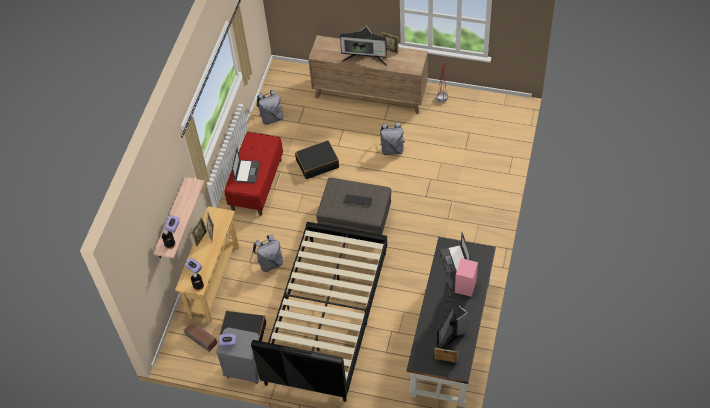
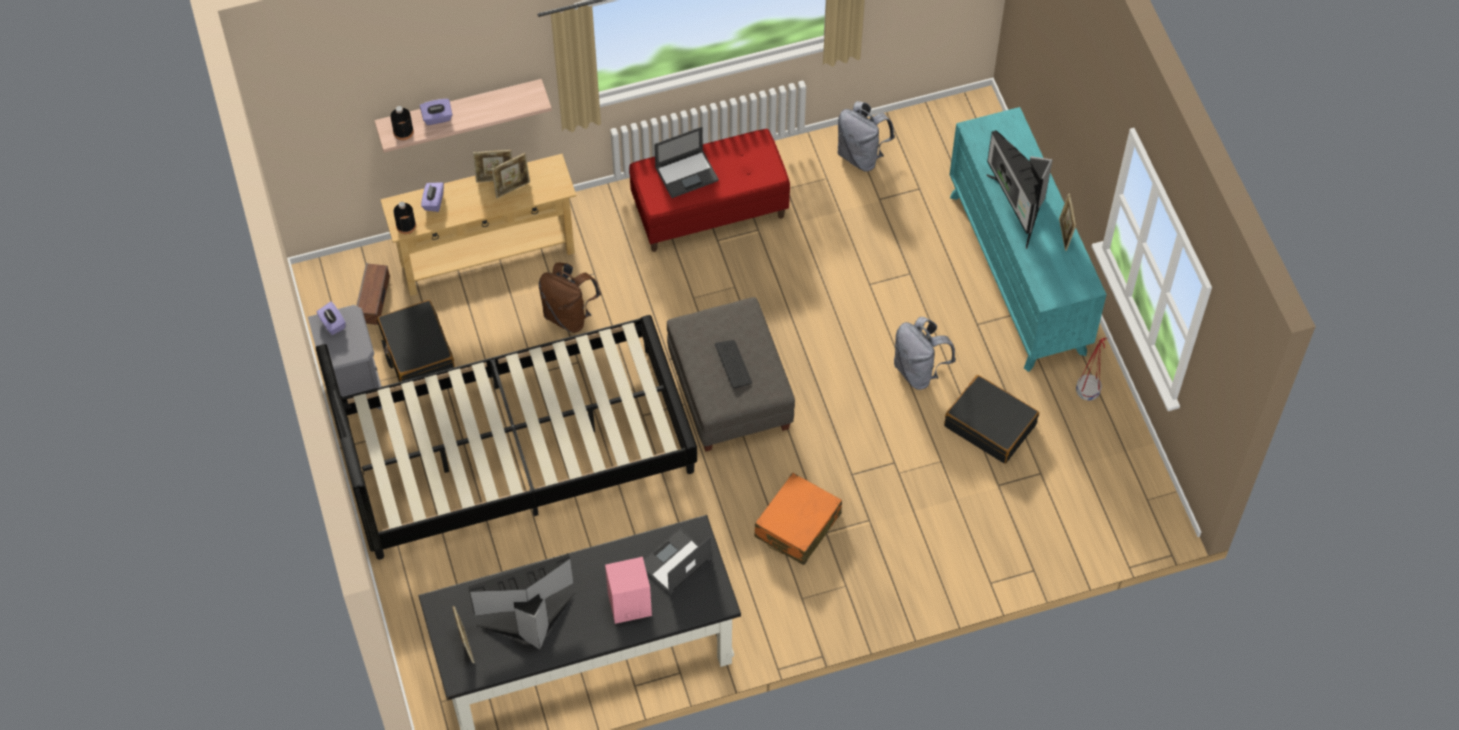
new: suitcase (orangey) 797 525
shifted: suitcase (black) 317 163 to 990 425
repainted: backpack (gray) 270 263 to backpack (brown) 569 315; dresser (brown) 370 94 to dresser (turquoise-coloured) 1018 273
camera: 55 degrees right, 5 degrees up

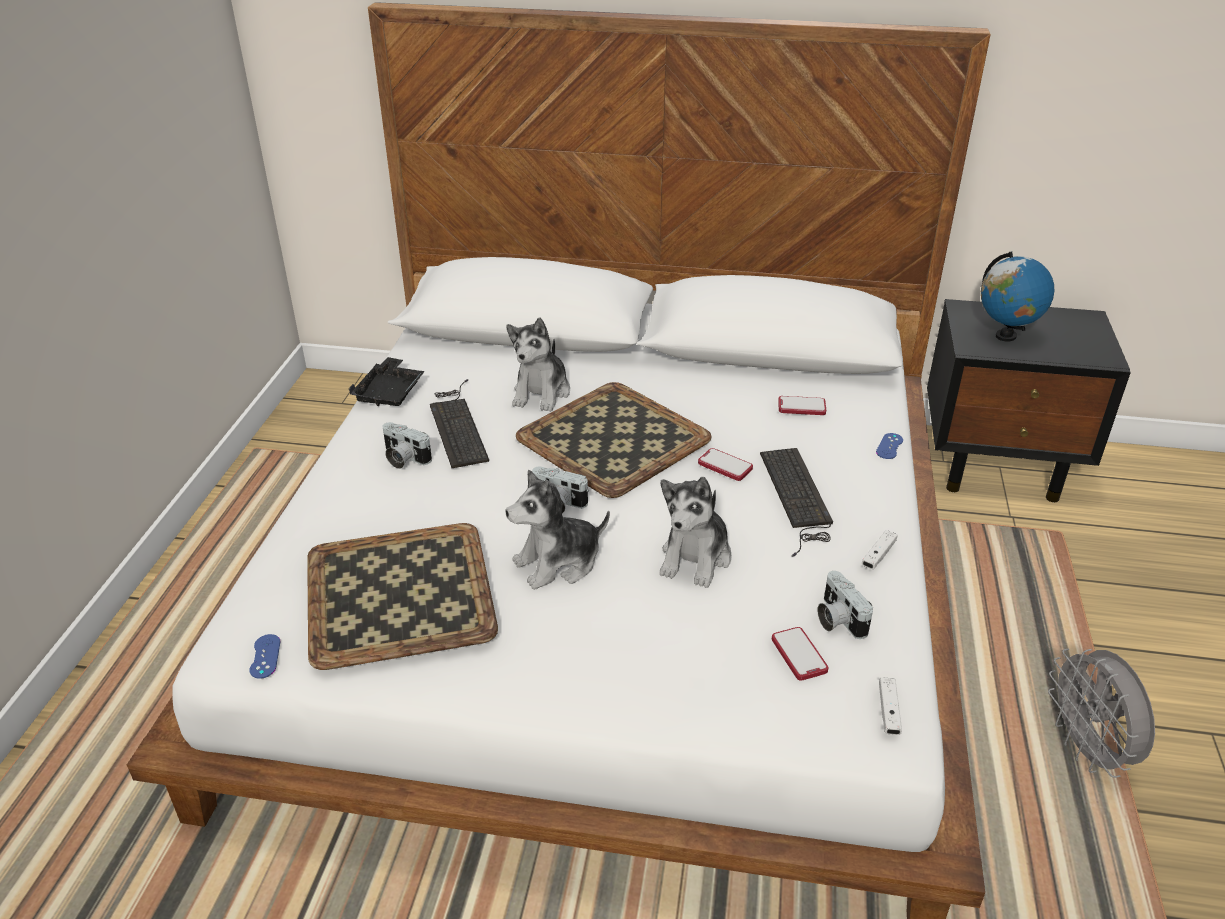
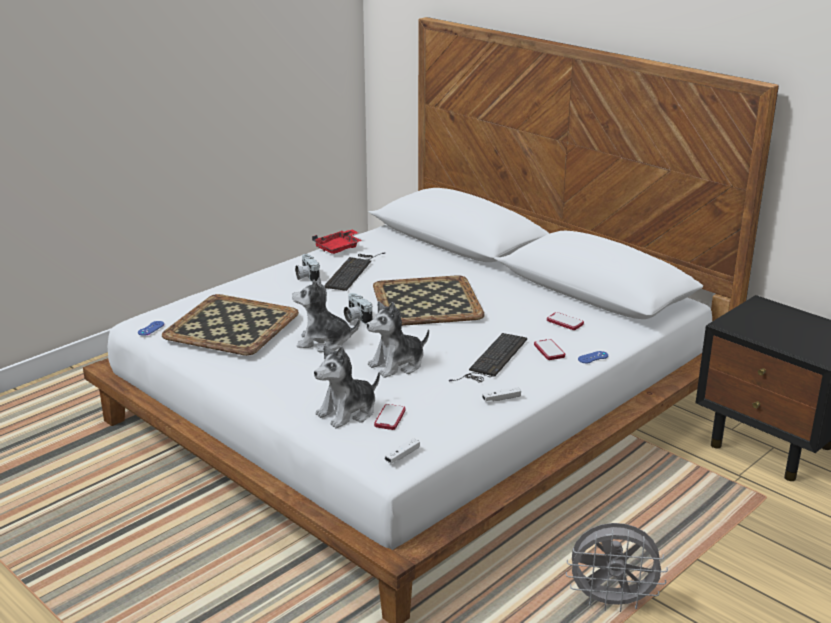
gone: photo camera 837 619; desk globe 1005 336
shifted: soft toy 542 393 to 348 412; handset 725 466 to 549 350
repainted: serving tray (black) 390 392 to serving tray (red-coloured) 339 248
rotated: cooling fan (gray) 1087 750 = 612 602 105 degrees counterclockwise
camera: 35 degrees right, 10 degrees down

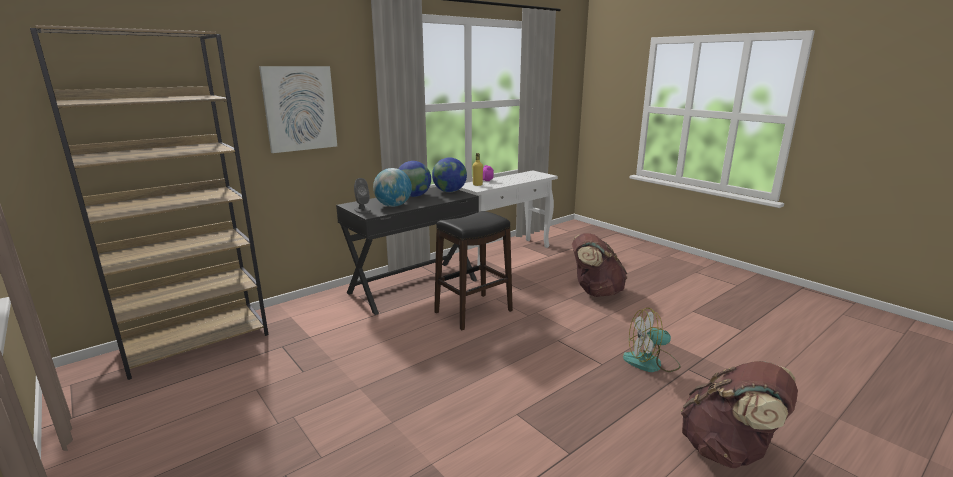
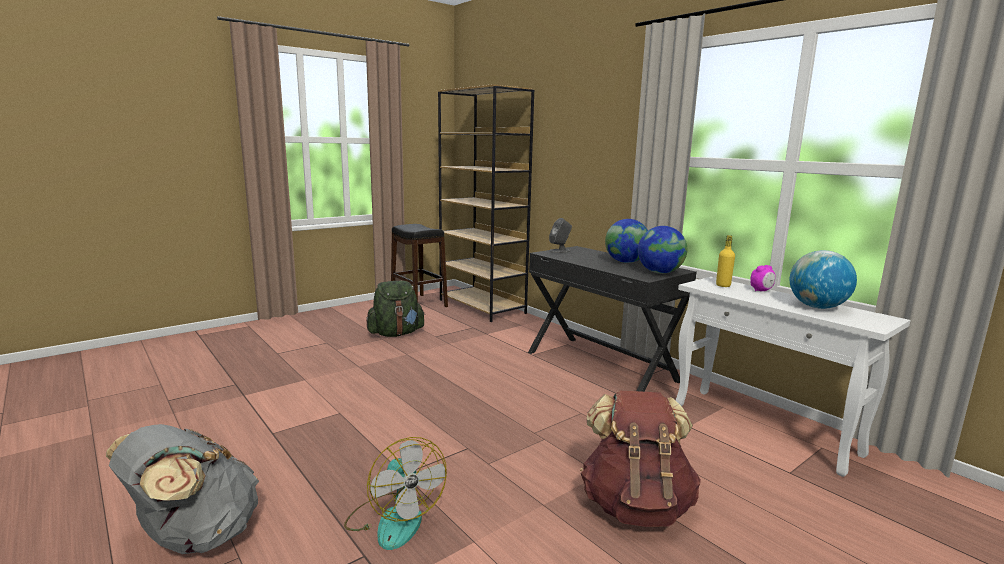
gone: picture 299 108
new: backpack (greenish) 396 334
shifted: desk globe 393 206 to 817 307; stool (black) 473 311 to 418 303
repainted: backpack (brown) 728 450 to backpack (gray) 195 537
rotated: cooling fan 651 362 = 394 519 150 degrees clockwise
camera: 90 degrees right, 5 degrees down

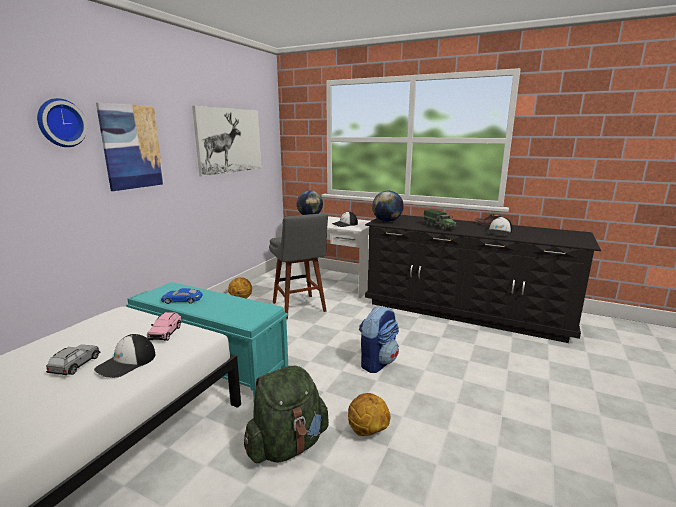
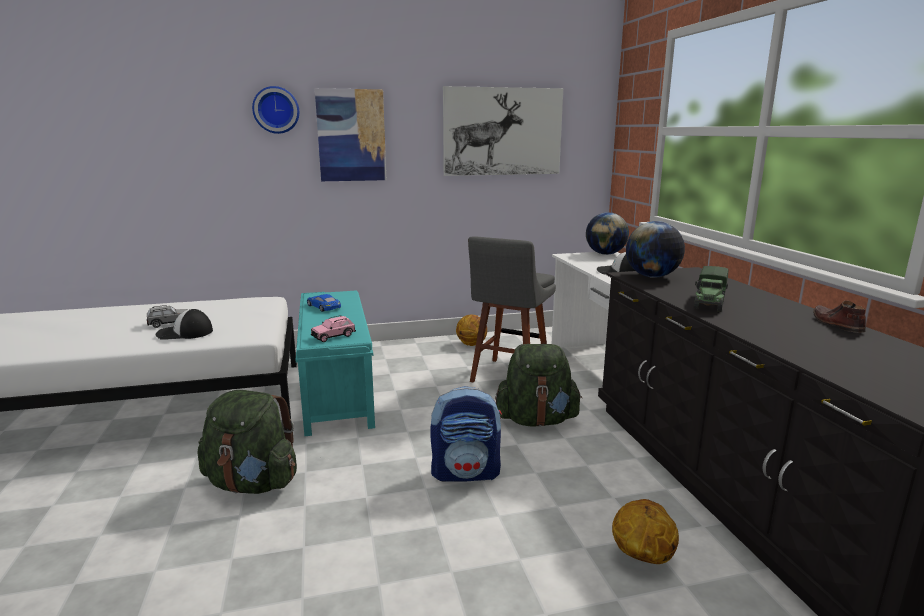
gone: peaked cap 499 233
new: backpack (greenish) 536 420
shifted: toy car (pink) 165 333 to 333 336; ball for basketball 367 431 to 641 556
camera: 50 degrees right, 0 degrees up

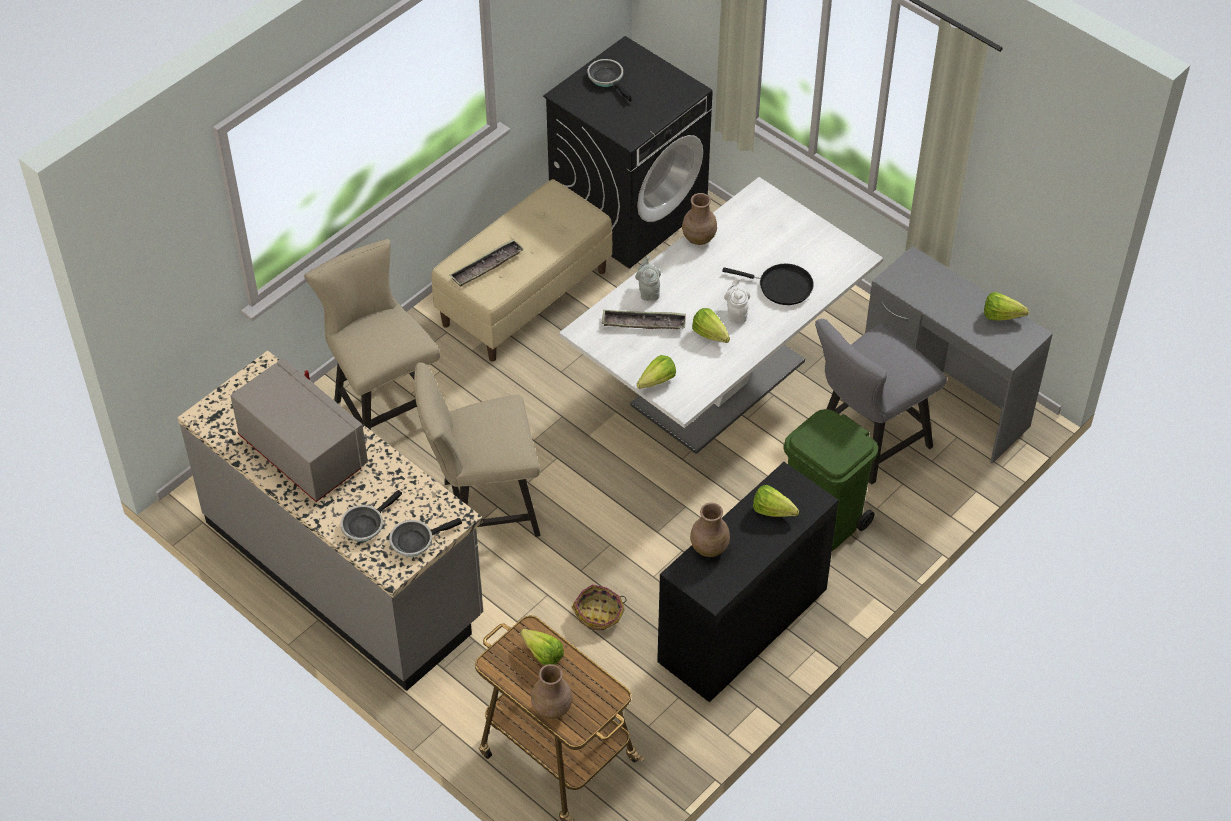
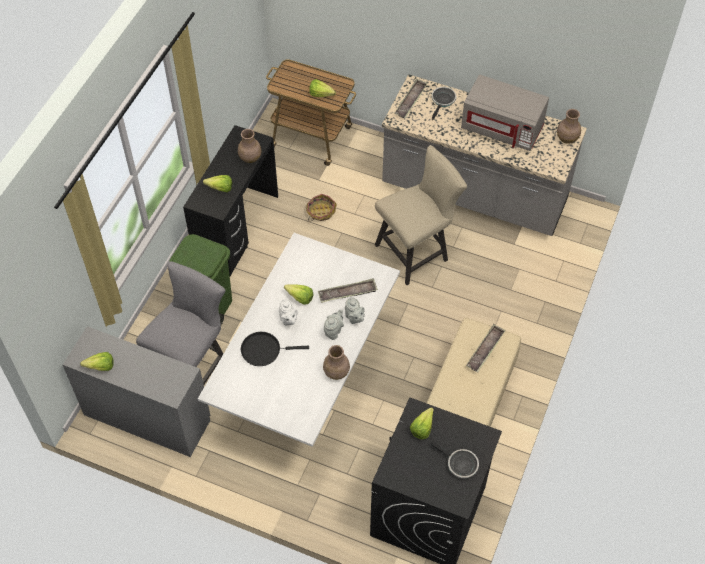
gone: upright chair (beige-coloured) 383 405
new: pot for tea (gray) 334 331
shifted: vase (brown) 552 709 to 567 138; lettuce head 653 383 to 424 426
swapped: pan 415 541 to serving tray 411 101
camera: 160 degrees right, 5 degrees up

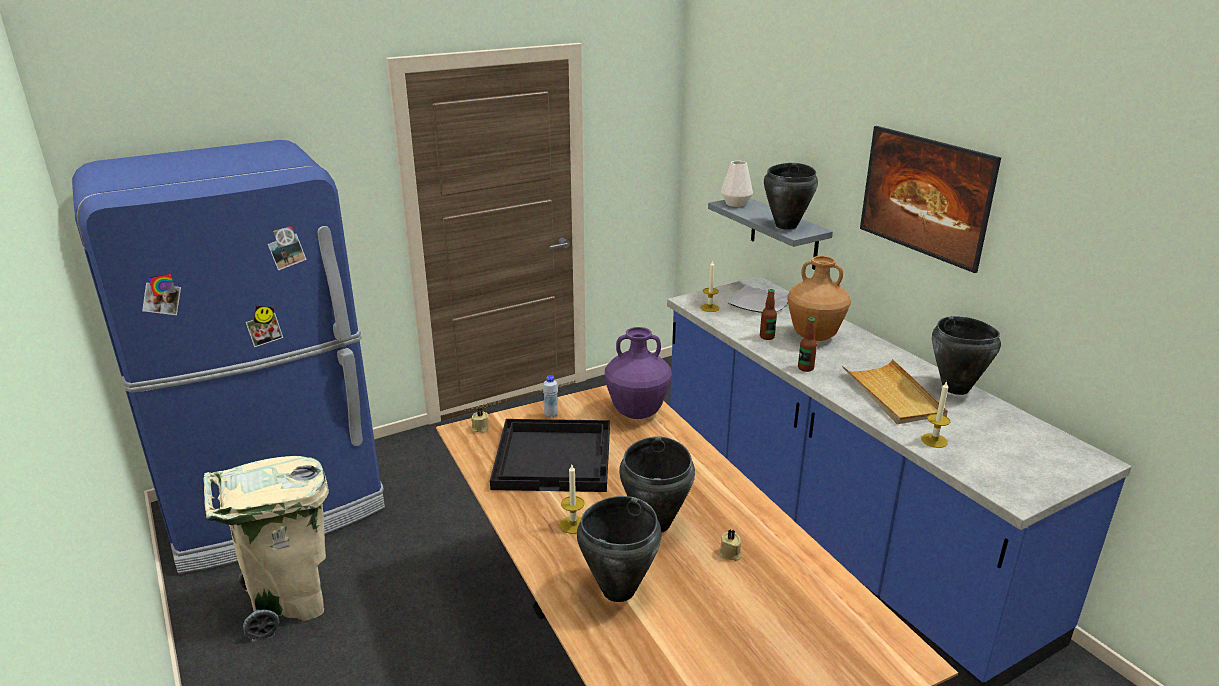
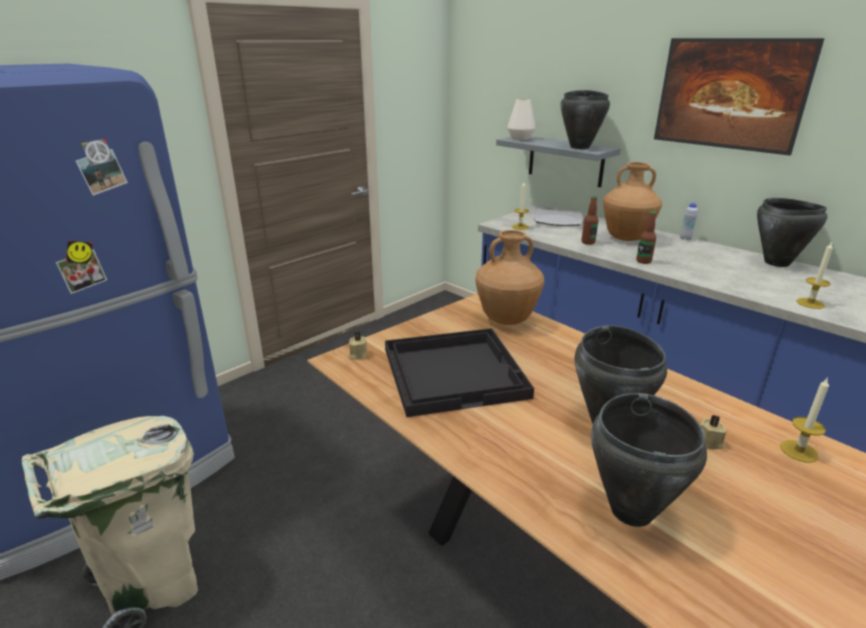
gone: serving tray (beige-coloured) 893 395
shifted: bottle (white-coloured) 551 415 to 685 238; candle 573 525 to 799 451
repainted: vase (purplish) 637 413 to vase (brown) 507 320
camera: 15 degrees left, 0 degrees up

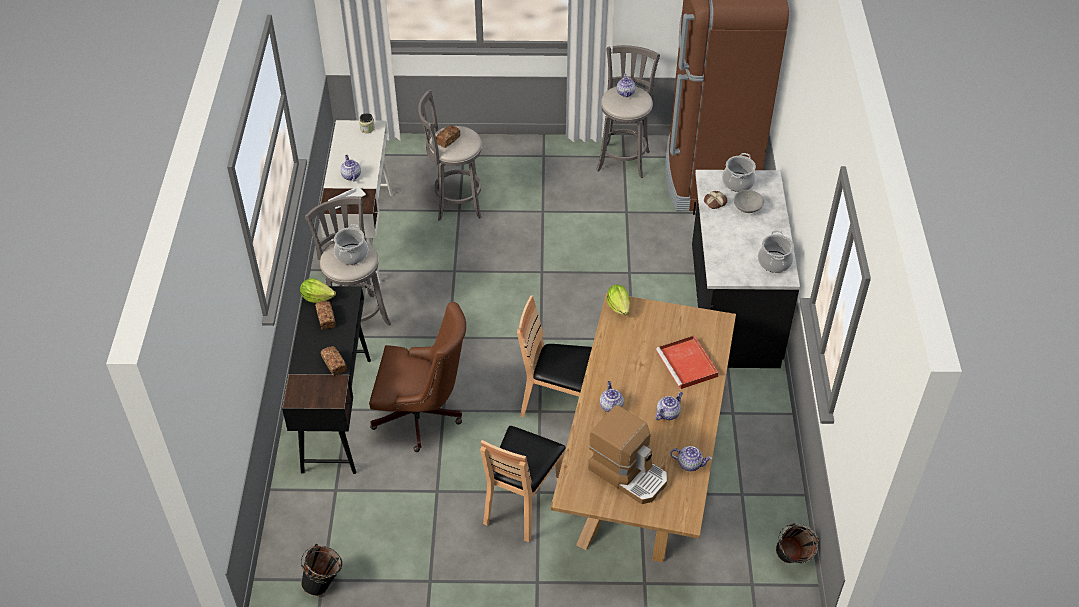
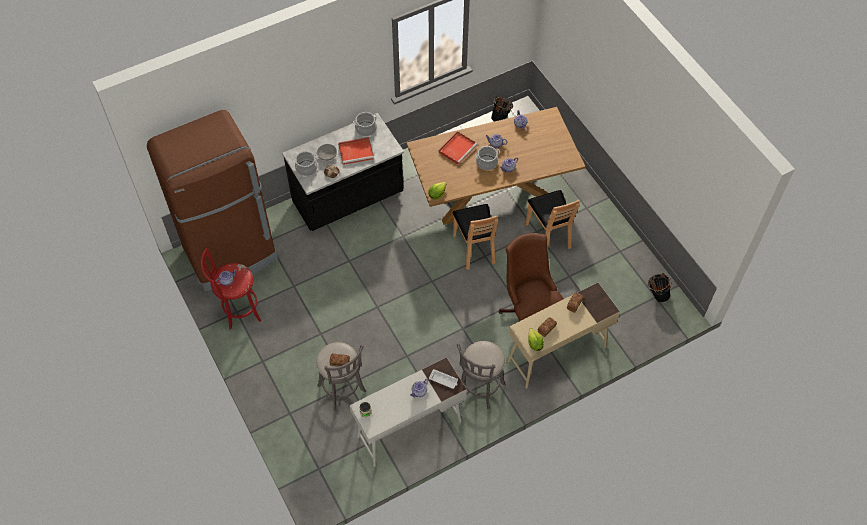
gone: coffee machine 629 473
new: serving tray (red-coloured) 356 151
shifted: saucepot 351 254 to 486 163
repainted: desk unit (black) 337 413 to desk unit (beige-coloured) 556 354; stool (gray) 623 158 to stool (red-coloured) 239 311
rotated: upright chair (brown) 522 504 = 549 235 75 degrees clockwise
camera: 120 degrees left, 10 degrees up

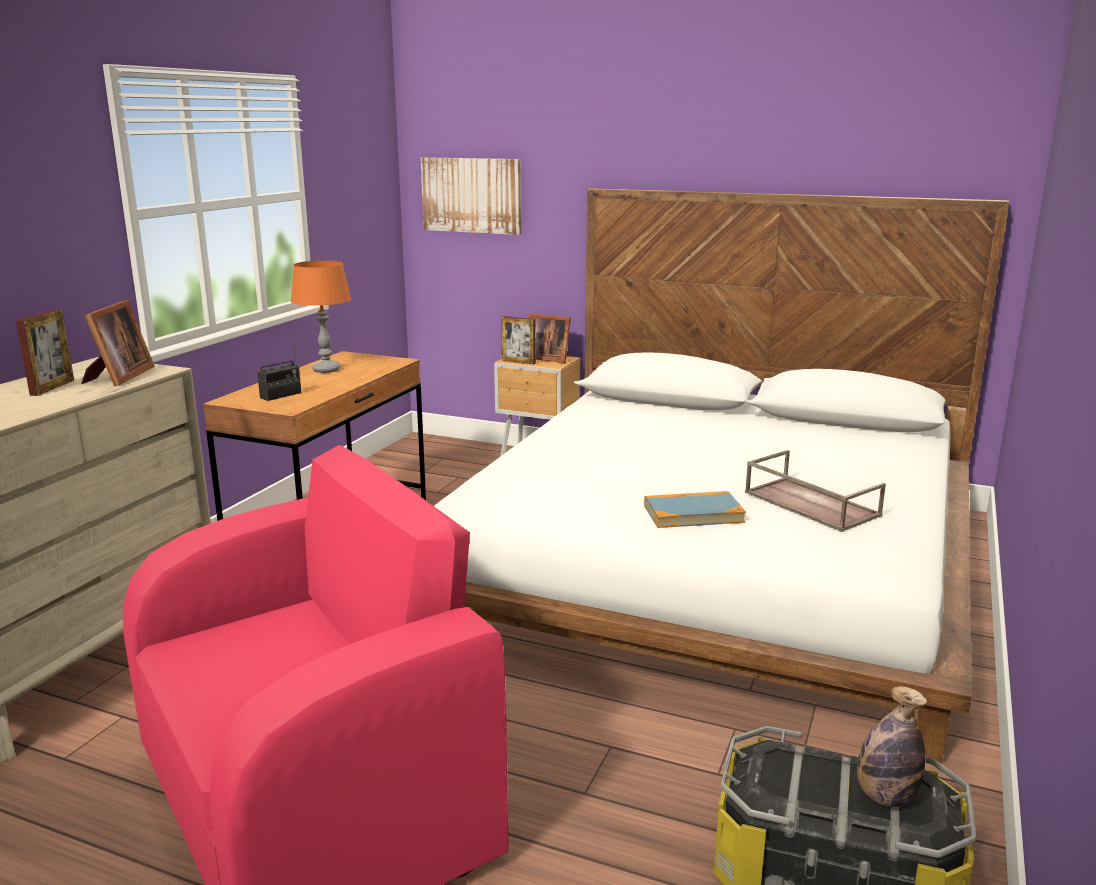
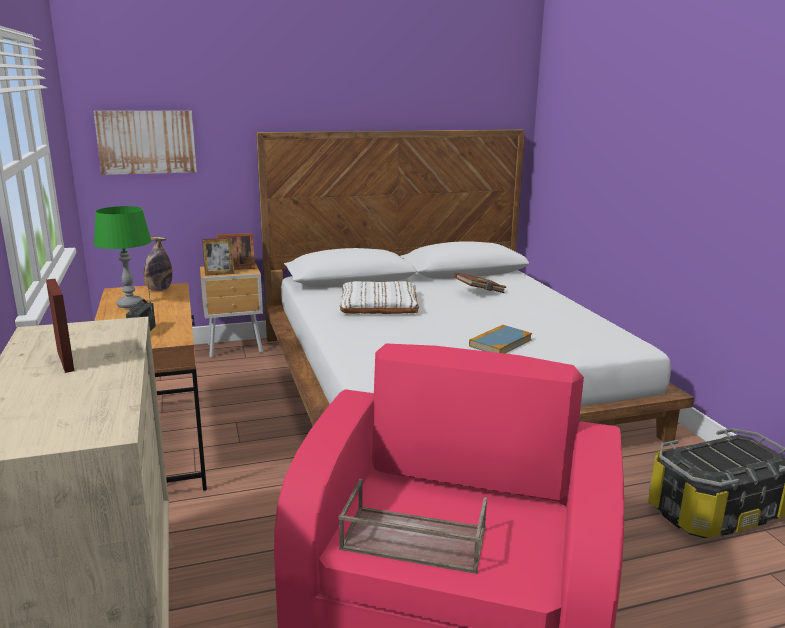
gone: standing frame 118 377
new: cushion (white-coloured) 379 305; book (brown) 480 292
shifted: serving tray (brown) 809 504 to 412 540; bottle 885 797 to 159 290
repainted: tabletop lamp (orangey) 327 370 to tabletop lamp (greenish) 130 305
camera: 40 degrees left, 0 degrees up

